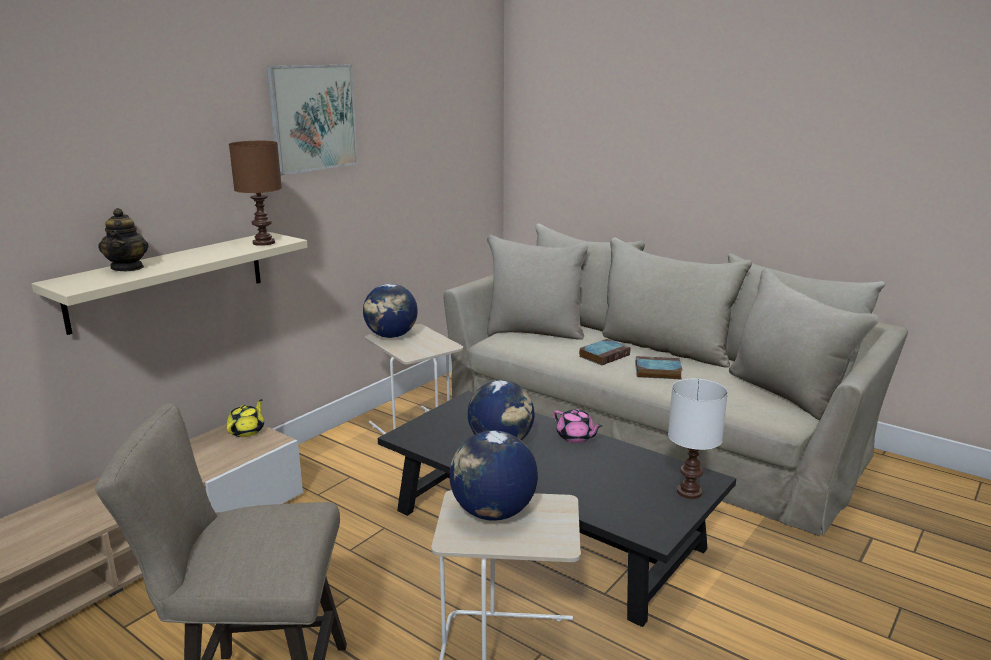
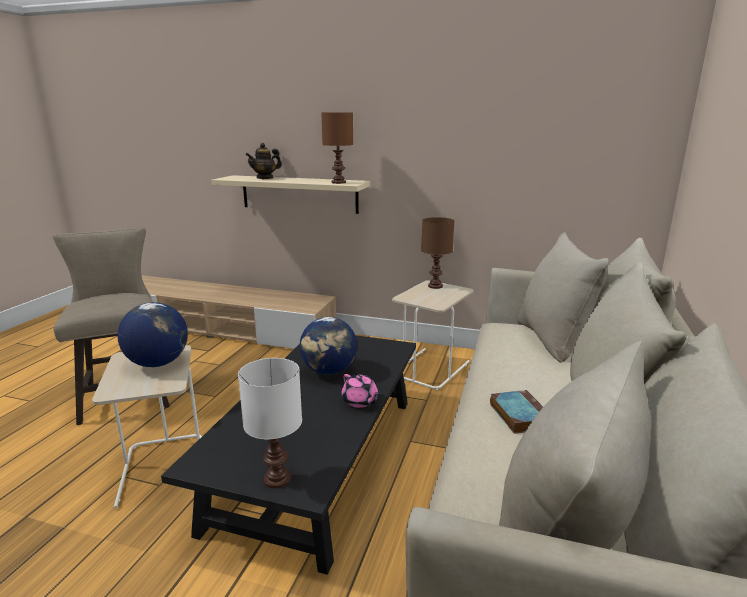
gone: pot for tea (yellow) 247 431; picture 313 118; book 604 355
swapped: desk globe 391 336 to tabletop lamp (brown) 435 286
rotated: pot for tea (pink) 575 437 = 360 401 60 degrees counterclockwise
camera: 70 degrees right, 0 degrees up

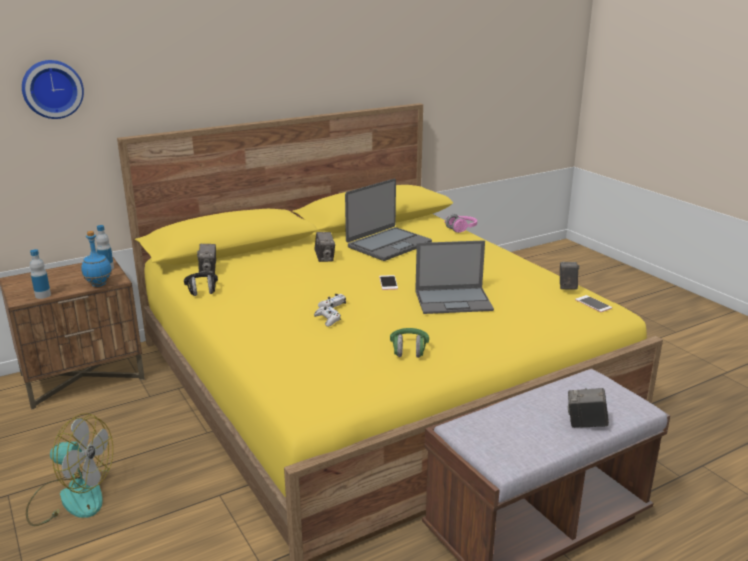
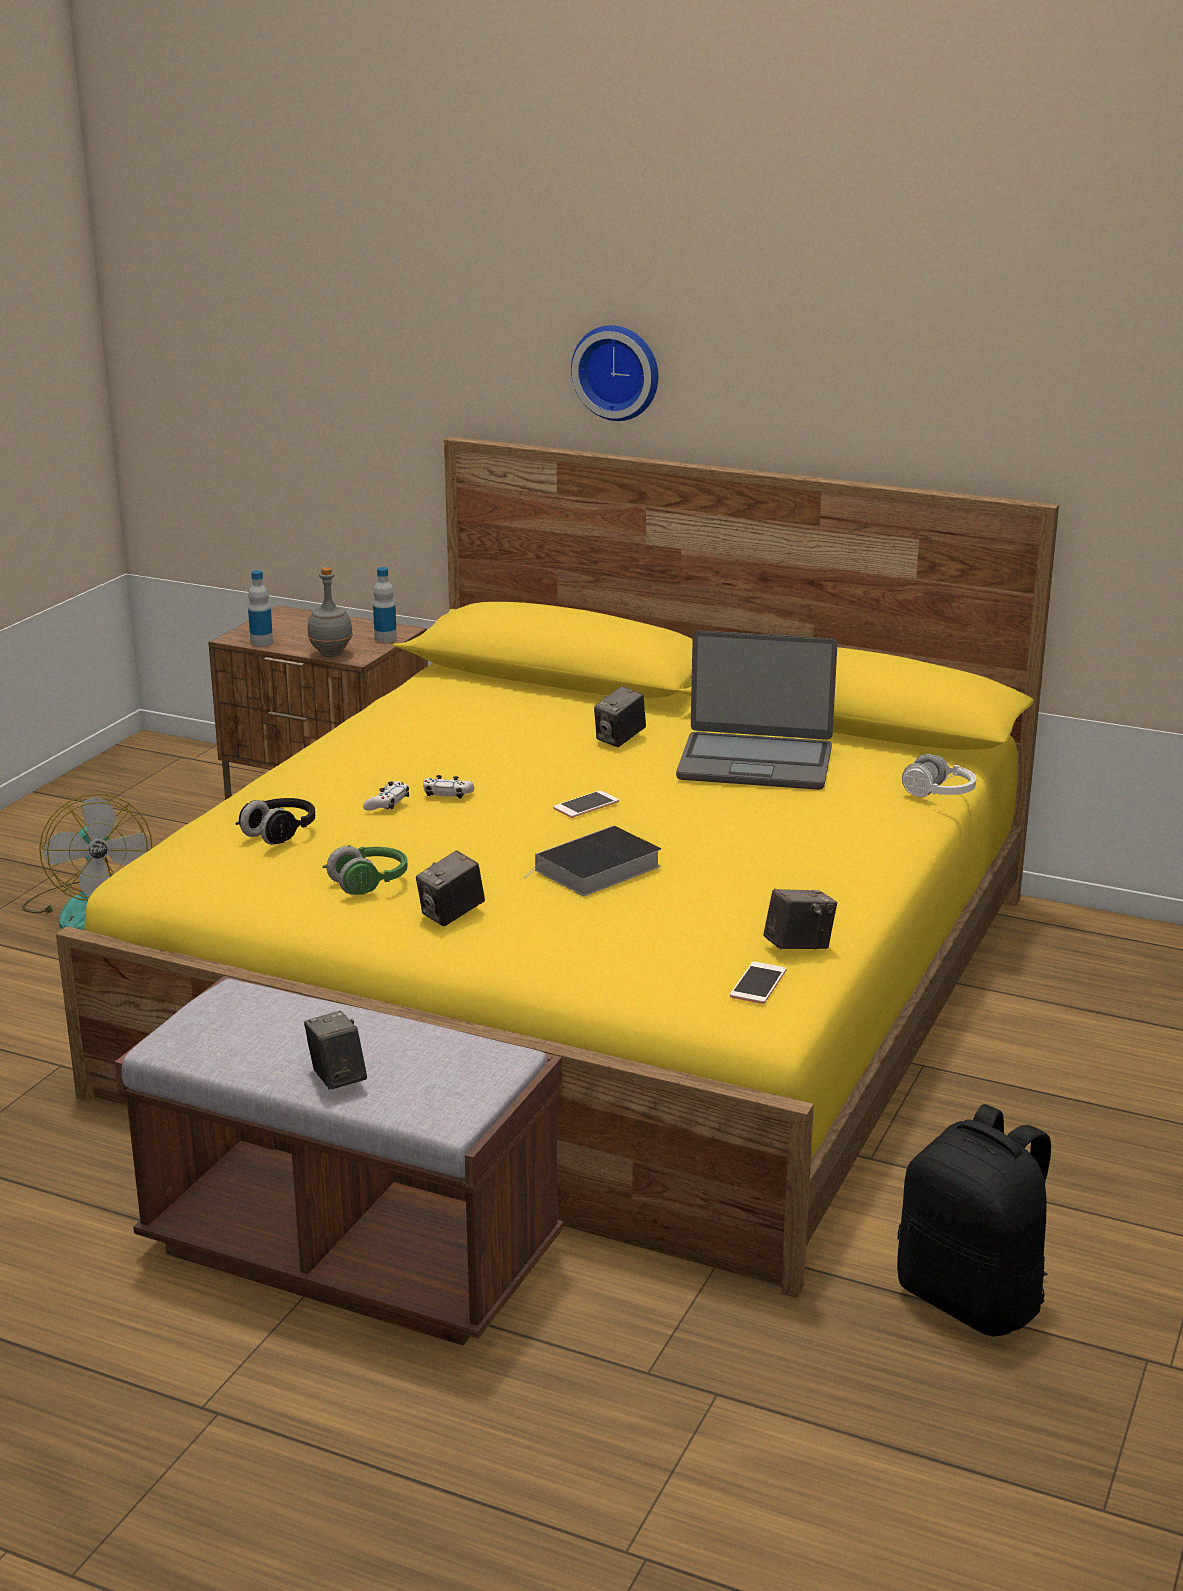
new: backpack (black) 972 1299
shifted: wall clock 52 89 to 618 371; pair of headphones (black) 202 290 to 279 833; photo camera 208 271 to 451 915
swapped: laptop 454 300 to book 596 870
repainted: bottle (bluish) 99 284 to bottle (gray) 331 654; pair of headphones (pink) 461 229 to pair of headphones (white-coloured) 938 794
camera: 55 degrees right, 0 degrees up

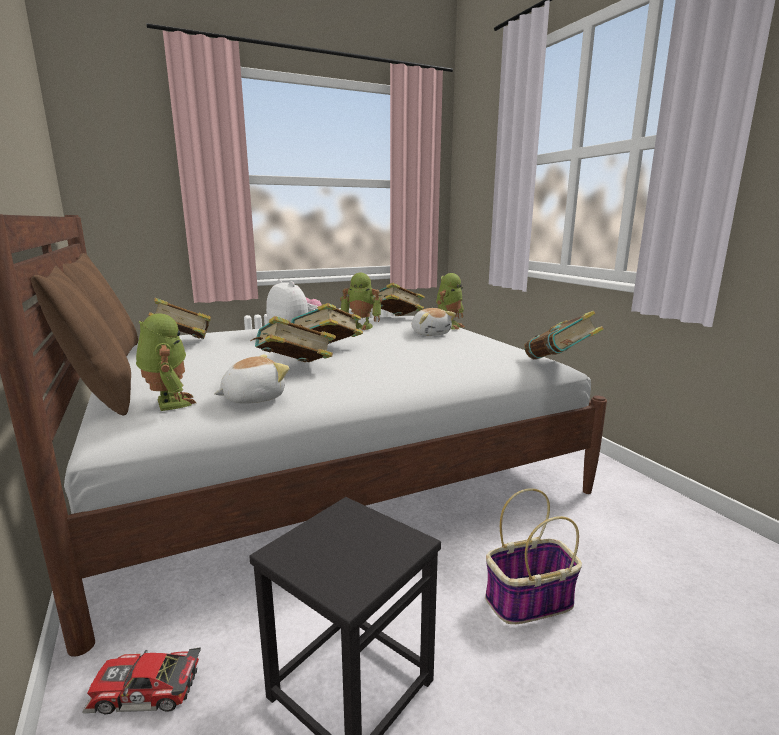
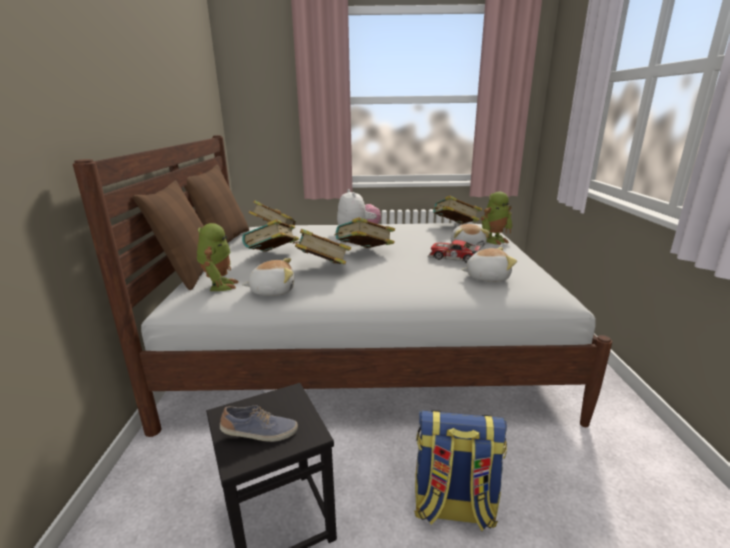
gone: toy robot 361 327
new: low shoe 260 434; soft toy 486 277
shifted: toy car 145 693 to 454 258; book 559 363 to 273 256
swapped: household basket 528 601 to backpack 453 508
camera: 25 degrees right, 5 degrees up

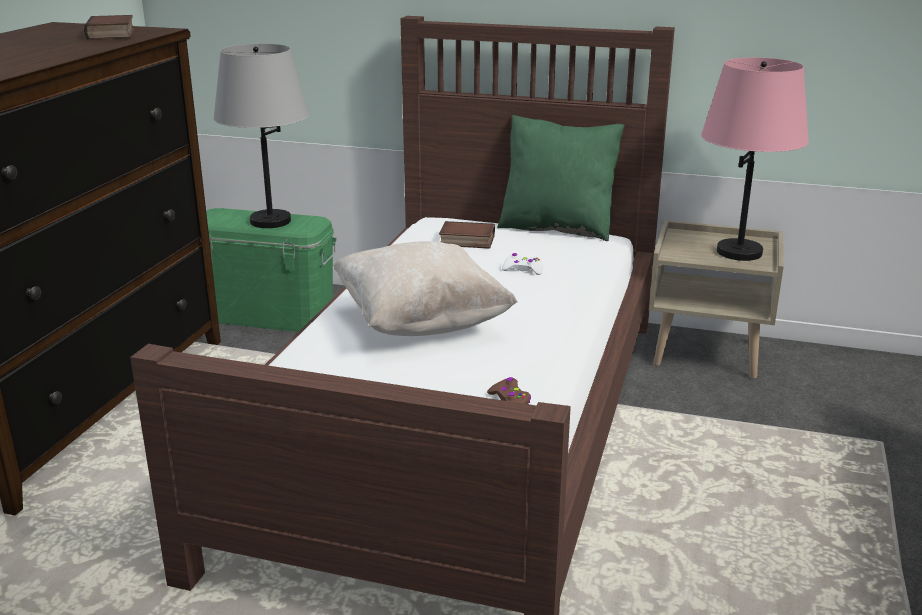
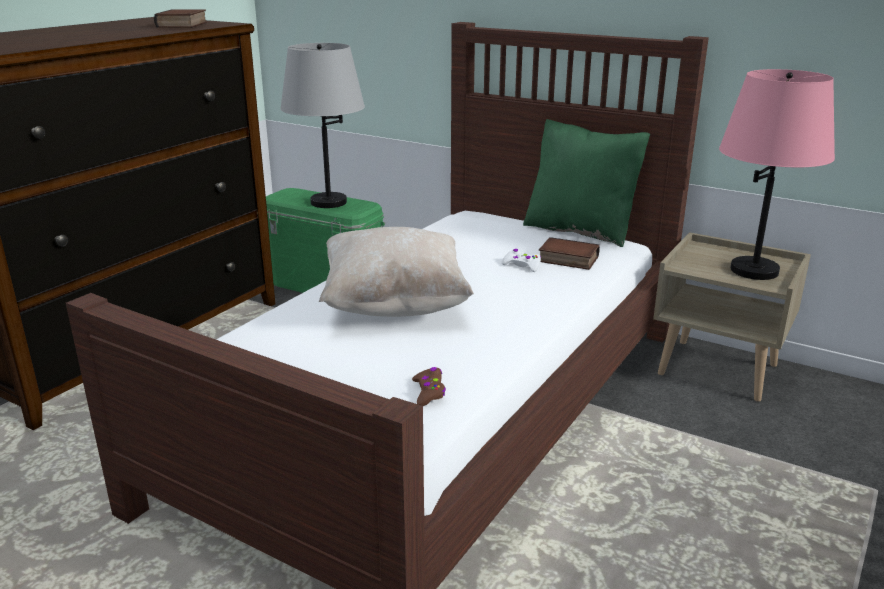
shifted: book 466 241 to 567 259
camera: 15 degrees right, 0 degrees up

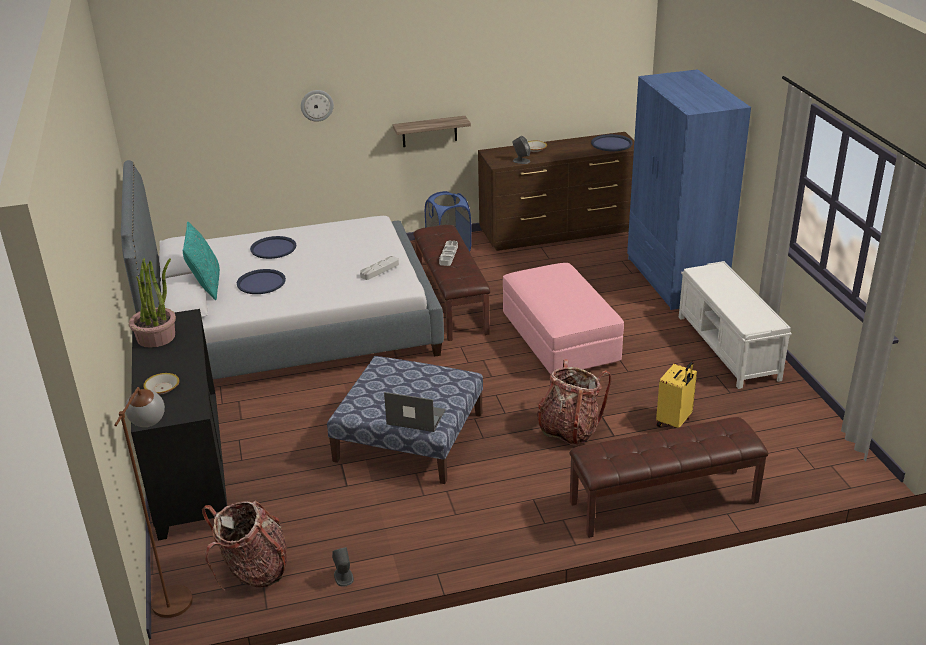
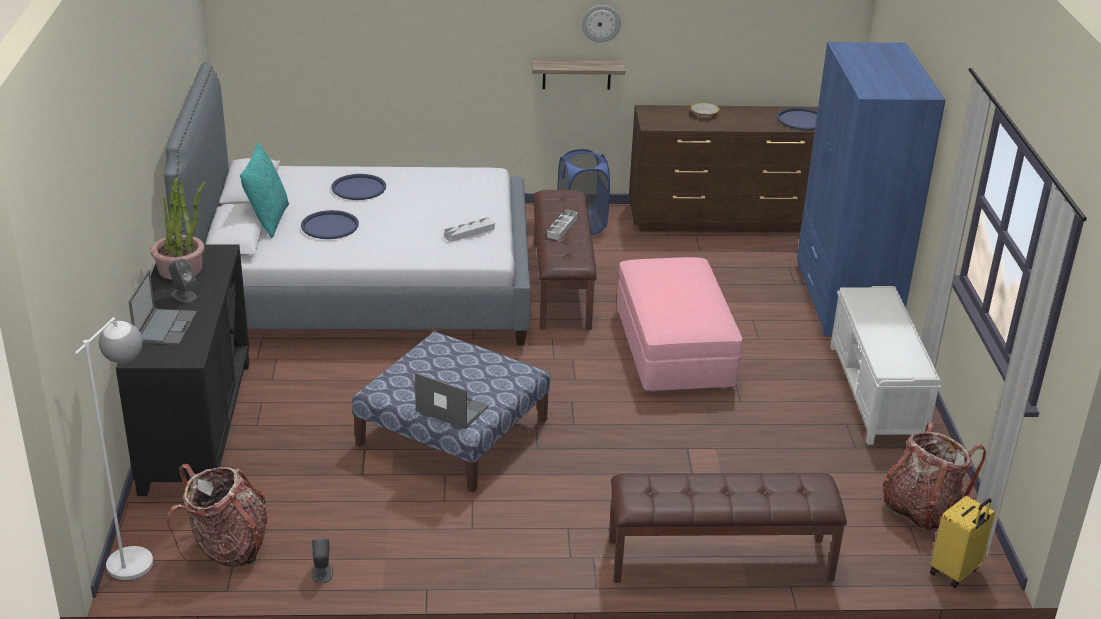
shifted: wall clock 317 105 to 601 23; audio speaker (gray) 521 161 to 183 295; backpack 569 429 to 921 509; suitcase (yellow) 674 422 to 955 572
swapped: deep dish 162 388 to laptop 165 326
repainted: standing lamp (brown) 176 591 to standing lamp (white-coloured) 138 554
camera: 10 degrees right, 0 degrees up

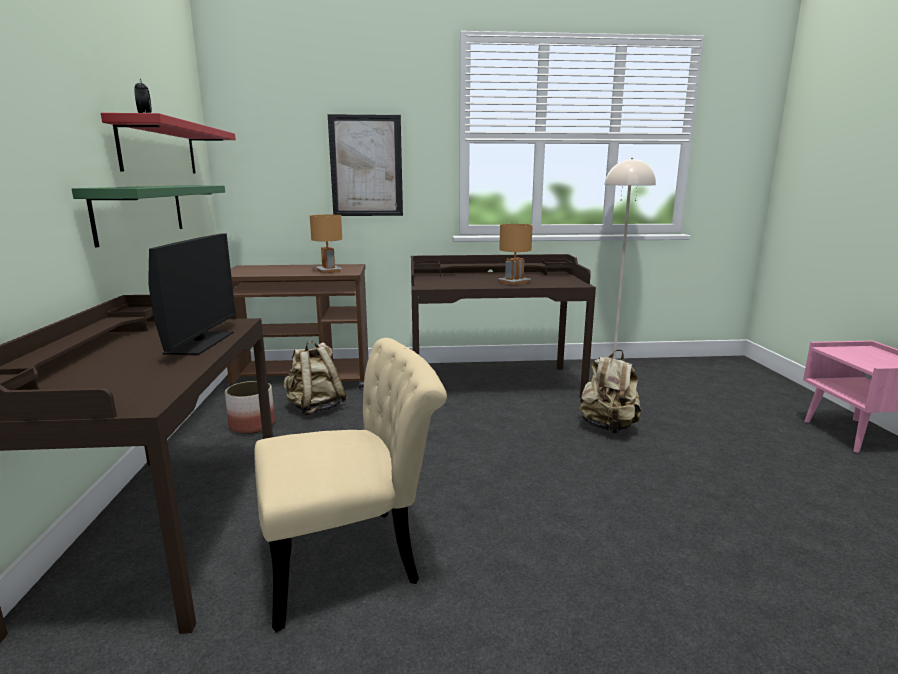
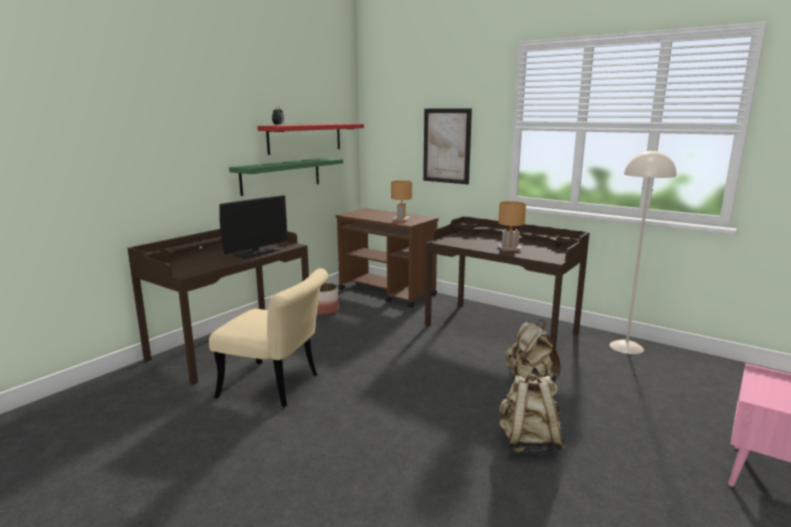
shifted: backpack (beige-coloured) 315 408 to 528 443
camera: 40 degrees right, 0 degrees up

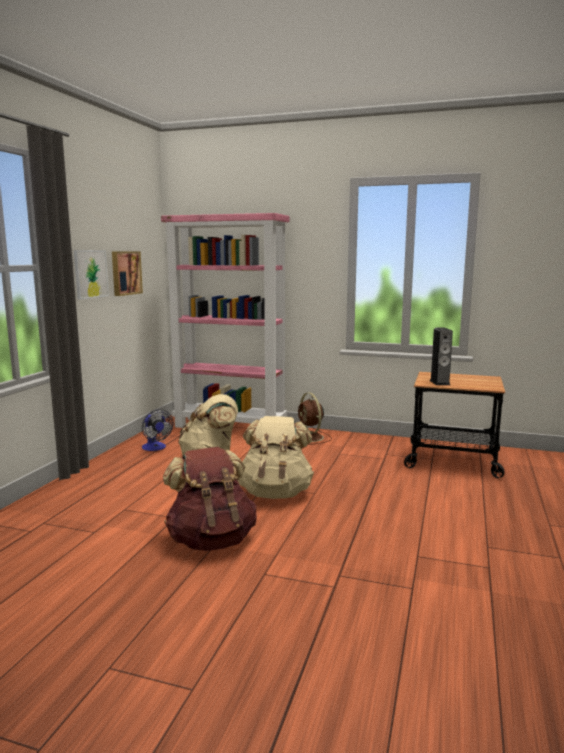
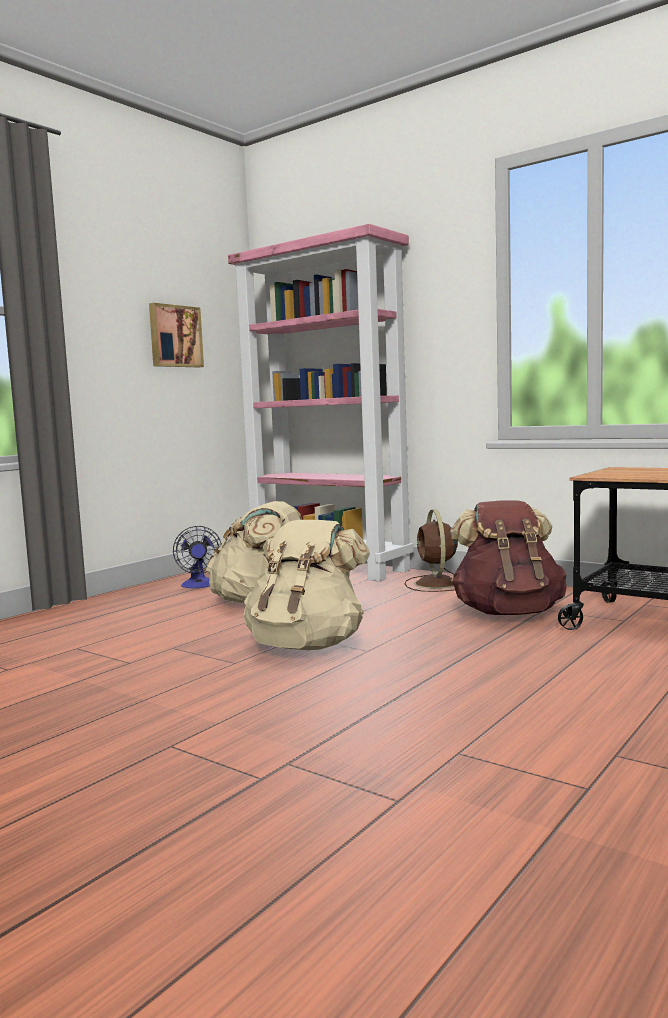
gone: picture 90 274; audio speaker 439 382
shifted: backpack (brown) 211 540 to 508 613
camera: 20 degrees right, 5 degrees down

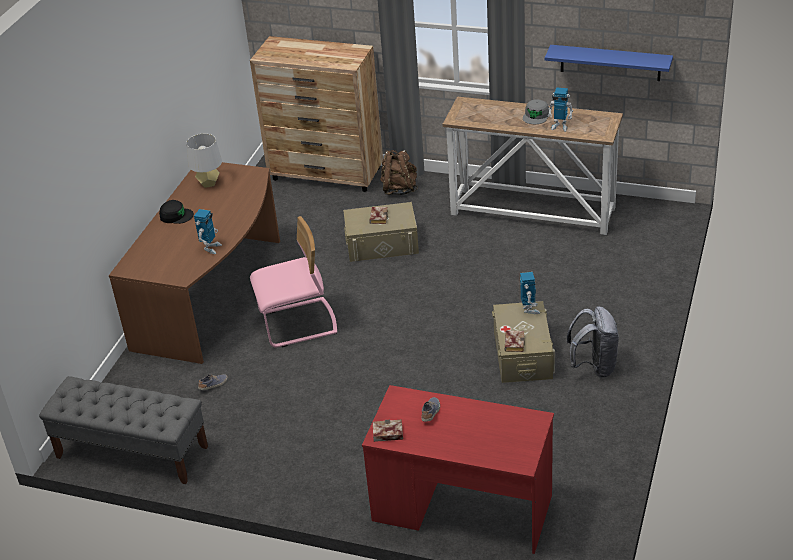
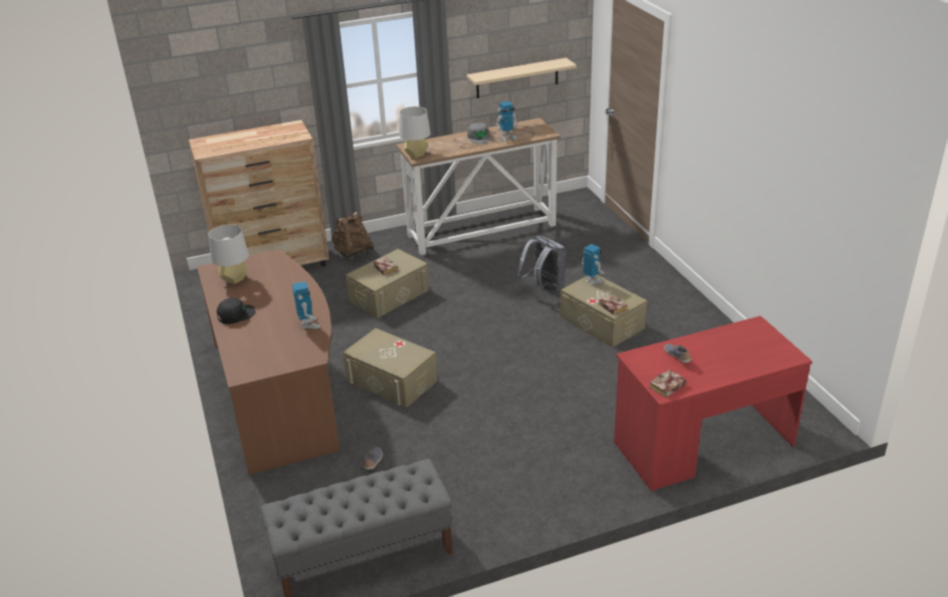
new: tabletop lamp (gray) 416 154
shifted: backpack (gray) 594 366 to 544 290
swapped: upright chair (pink) 298 324 to storage box (beige-coloured) 392 380
repainted: bracket shelf (bluish) 610 63 to bracket shelf (beige-coloured) 517 78
camera: 40 degrees left, 5 degrees down

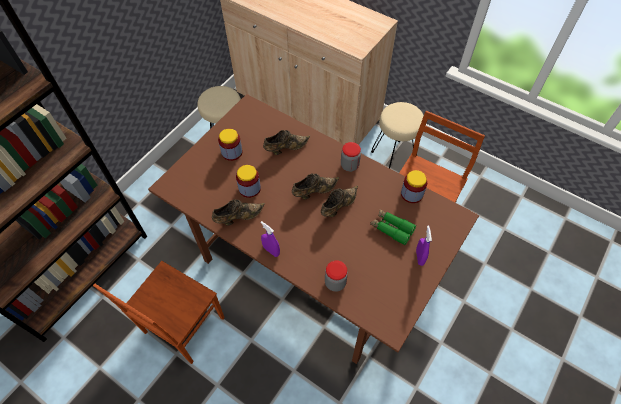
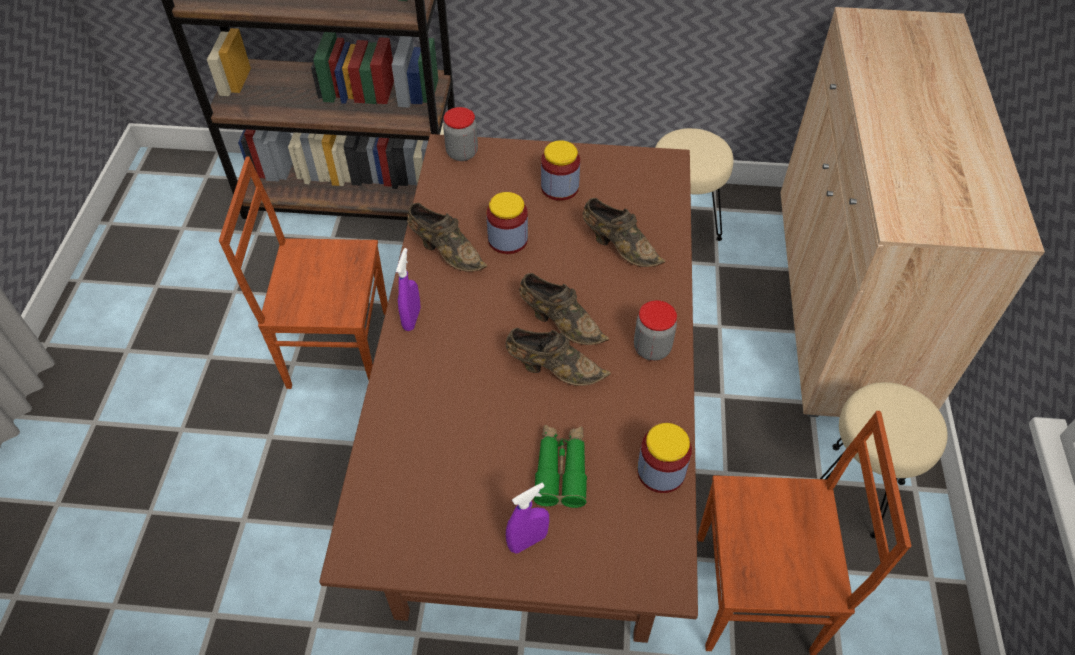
shifted: jar 335 283 to 462 153
camera: 60 degrees right, 5 degrees down

